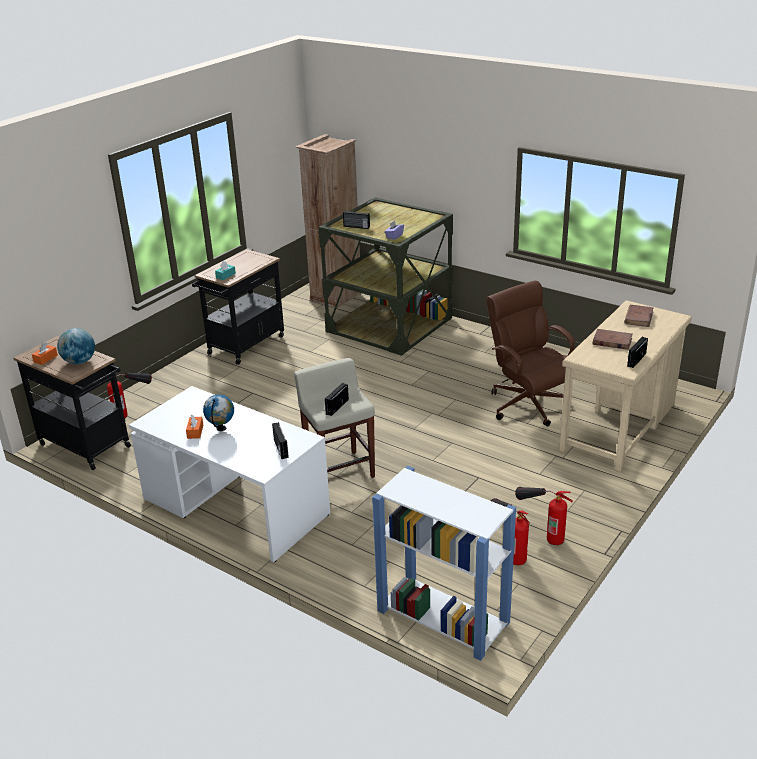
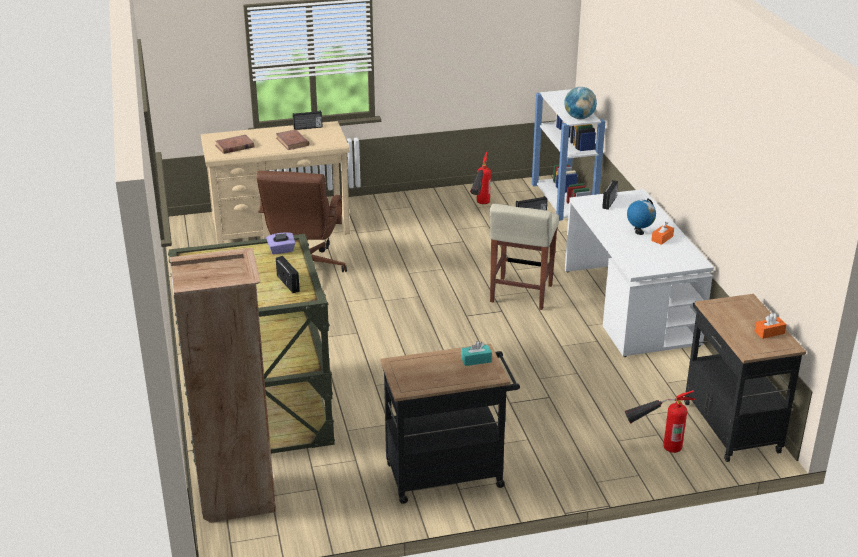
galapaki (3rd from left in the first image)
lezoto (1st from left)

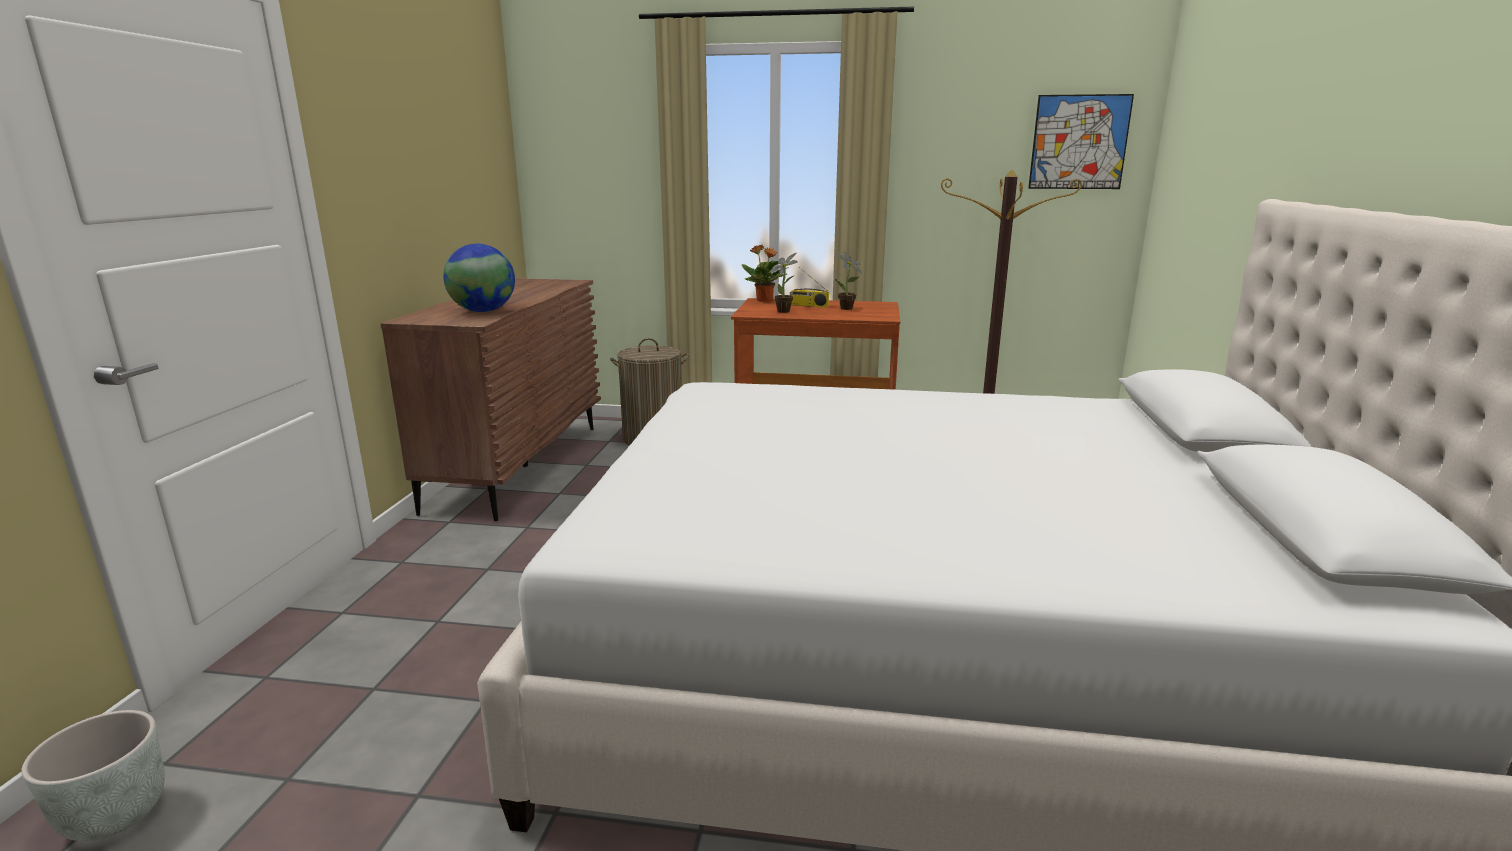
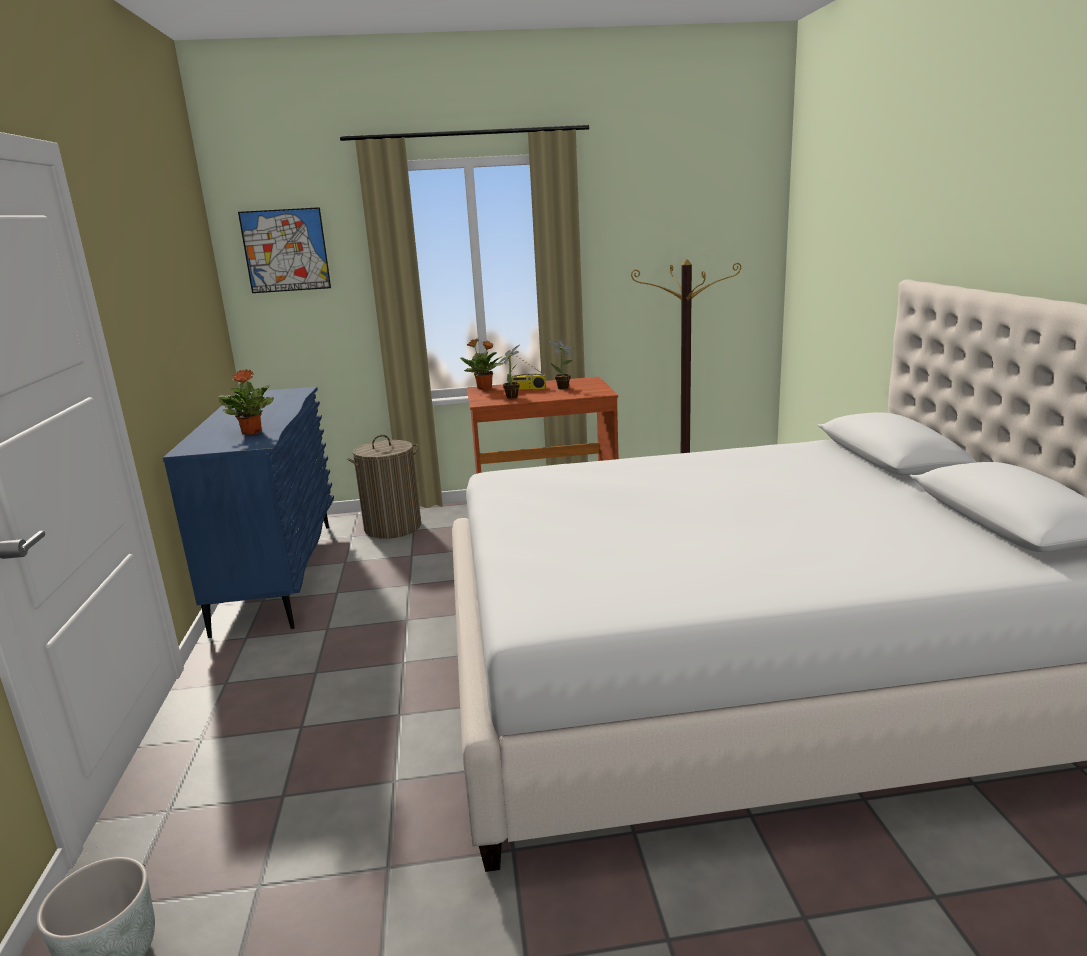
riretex
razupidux (1st from left)
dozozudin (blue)

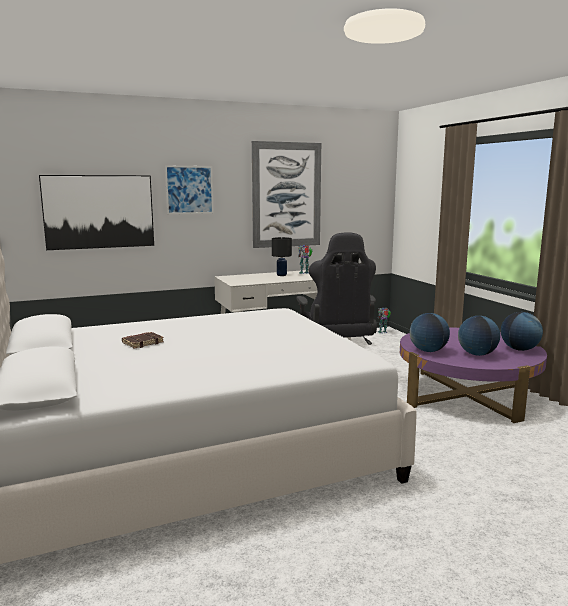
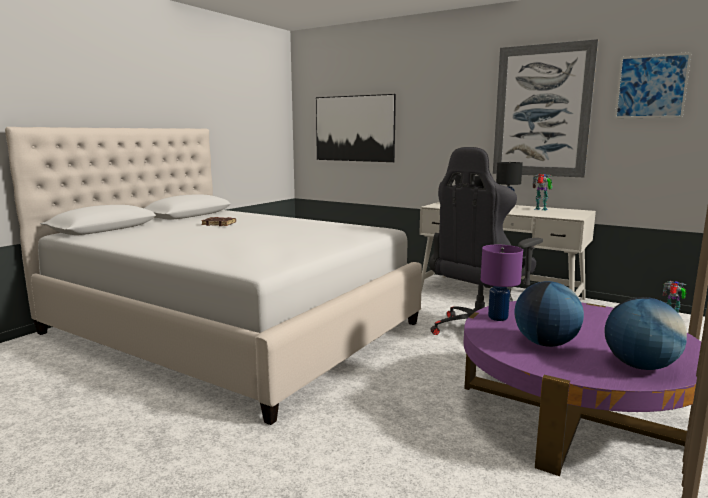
riretex (3rd from left)
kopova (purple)

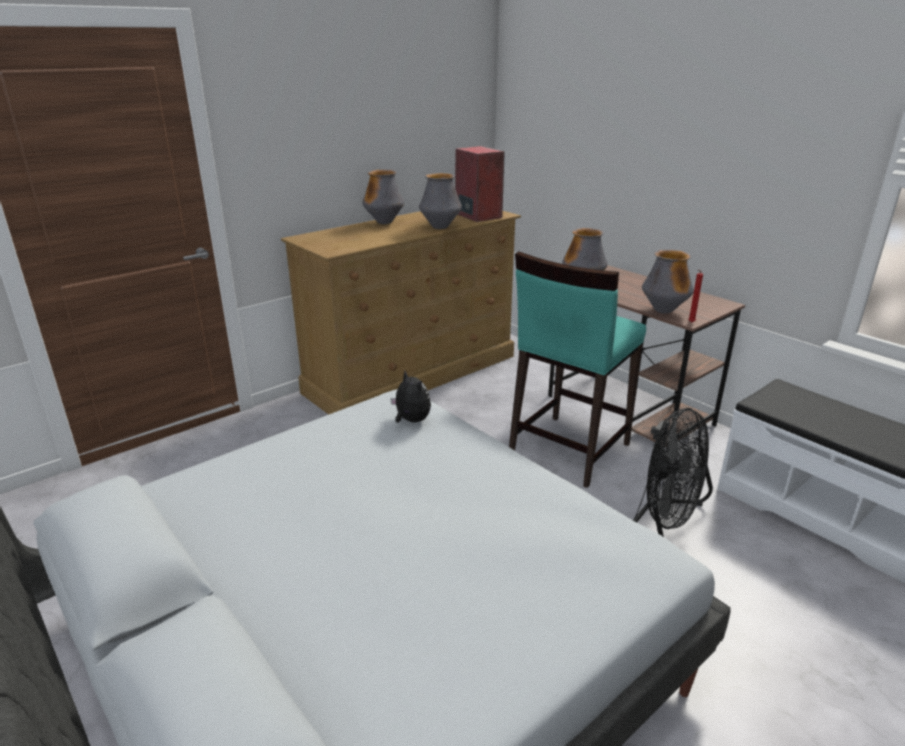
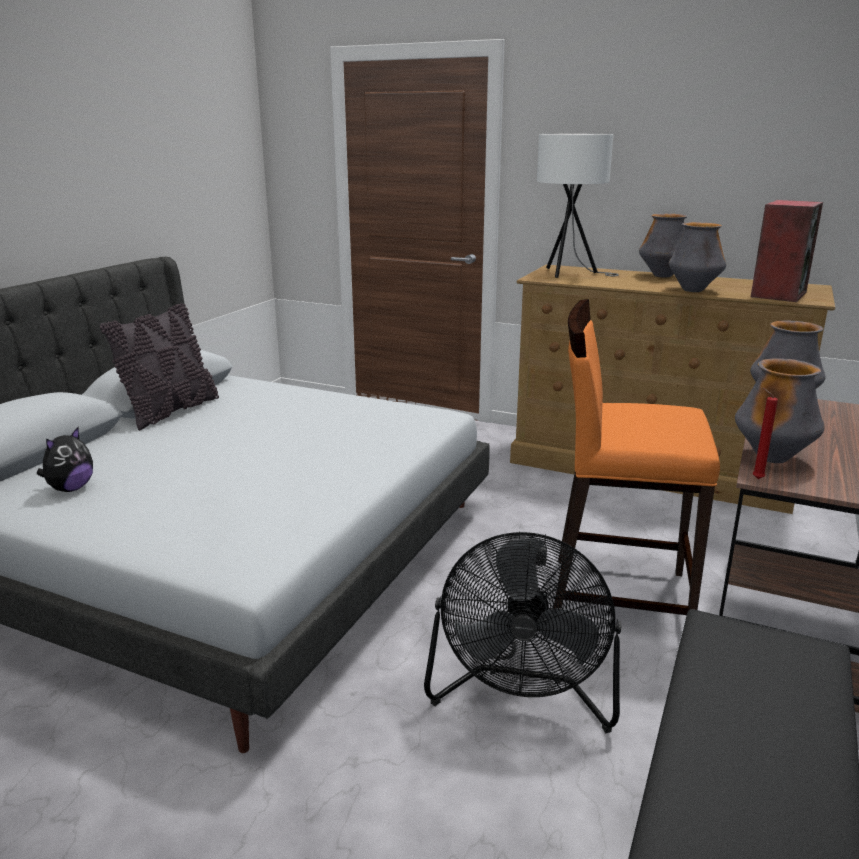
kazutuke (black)
kopova (white)
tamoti
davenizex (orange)

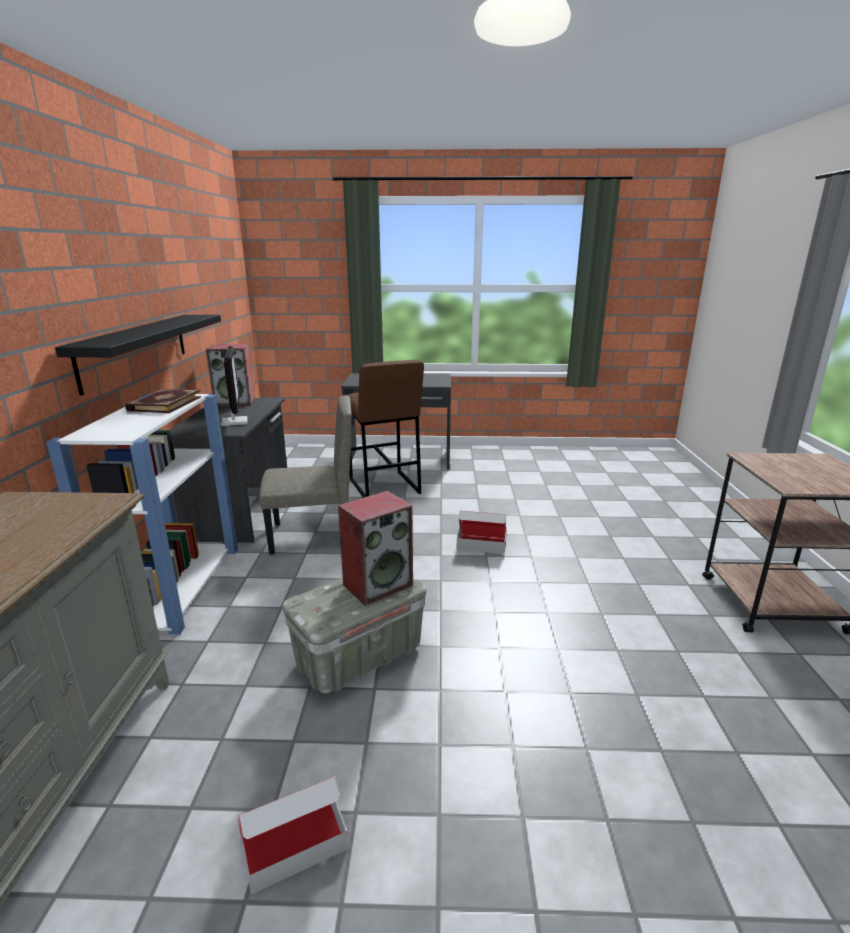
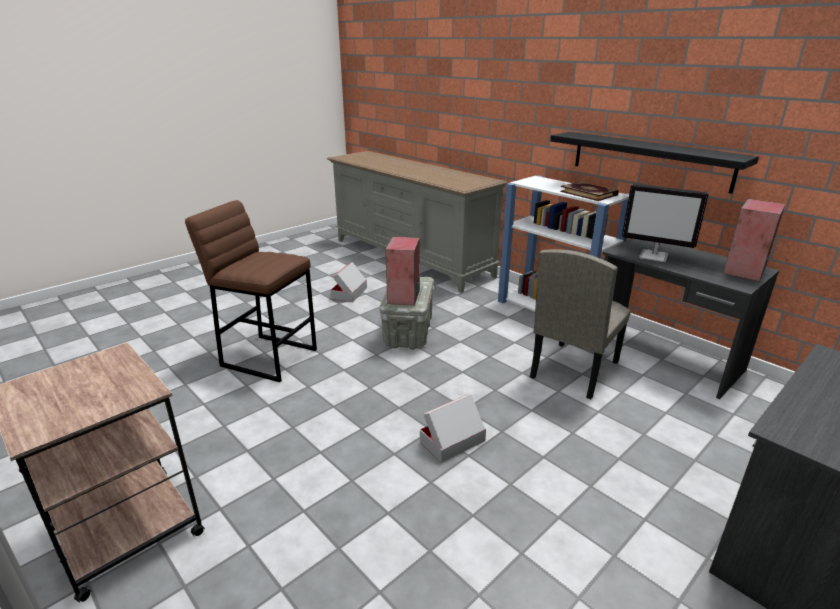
davenizex (brown)

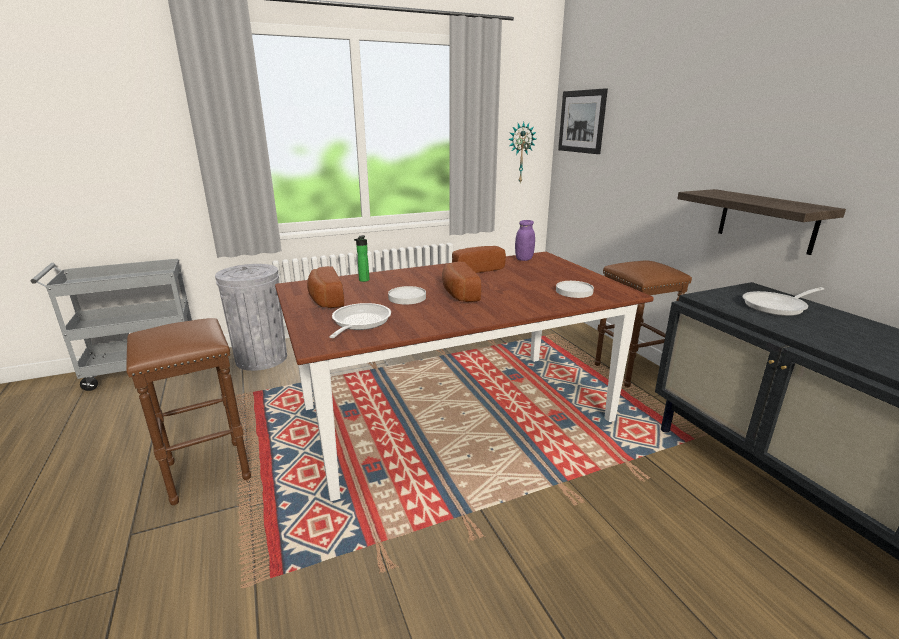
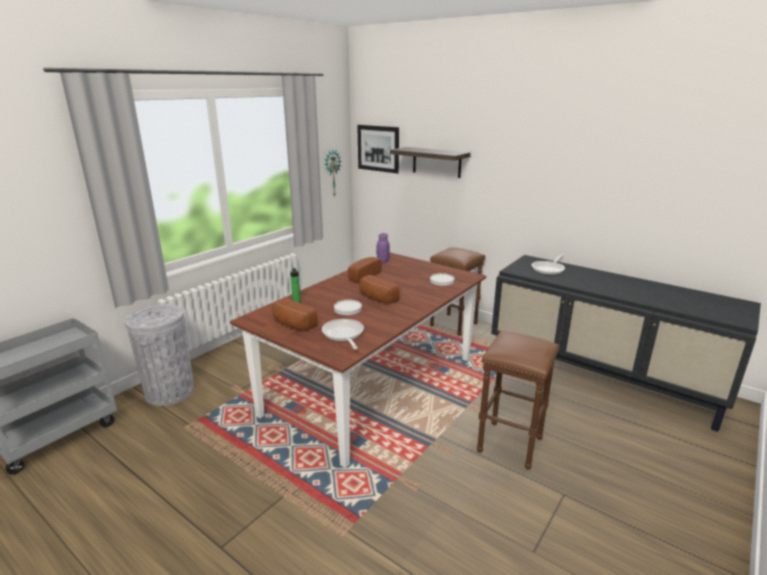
davenizex (brown) (2nd from left)
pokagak

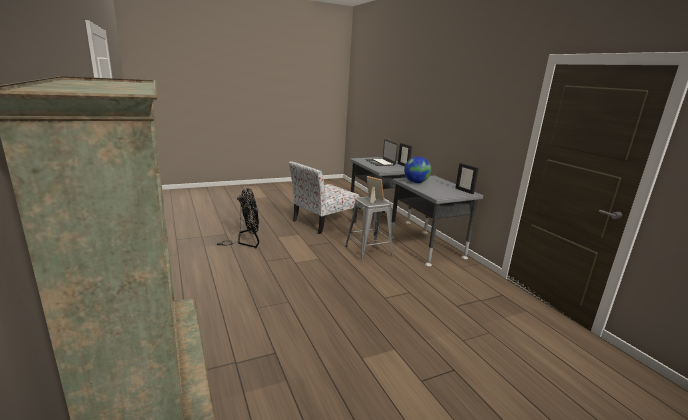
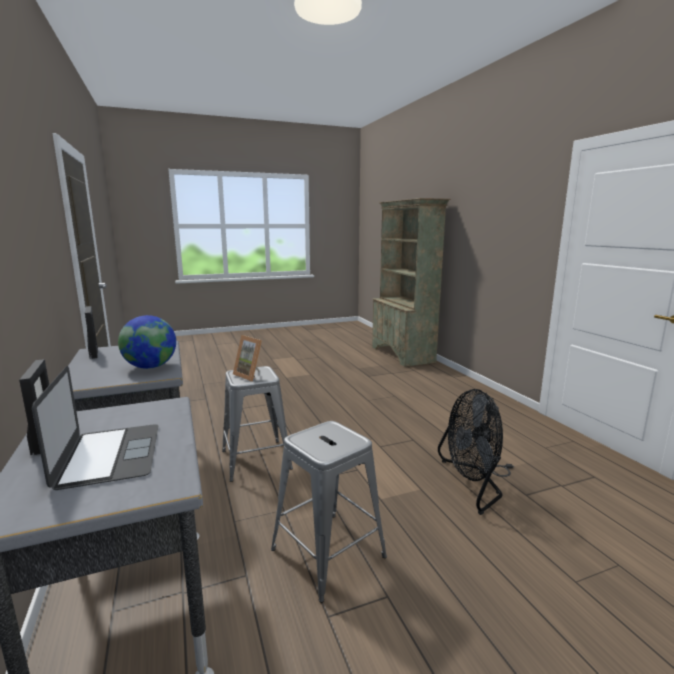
davenizex (grey) (2nd from left)

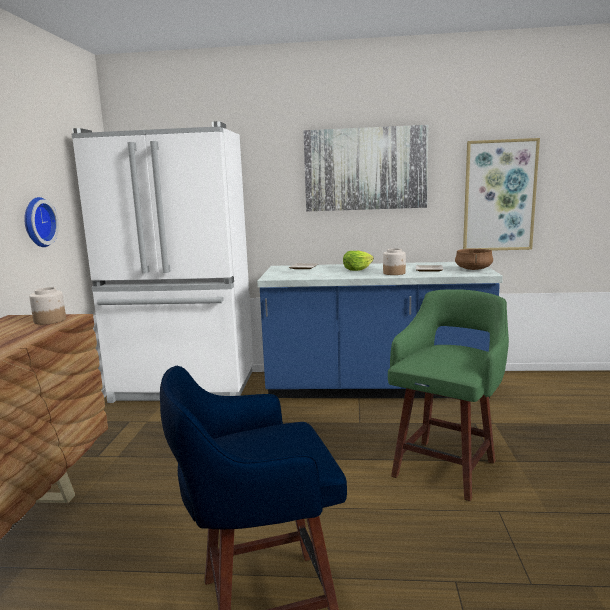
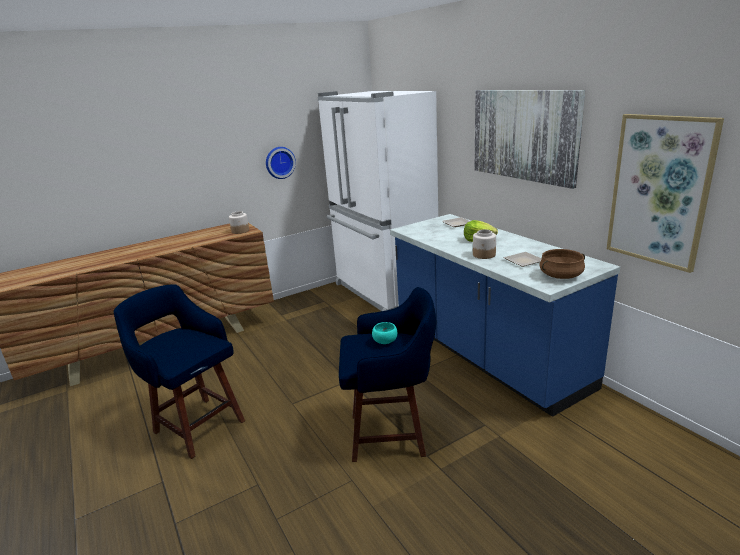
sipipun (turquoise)
davenizex (blue) (2nd from left)

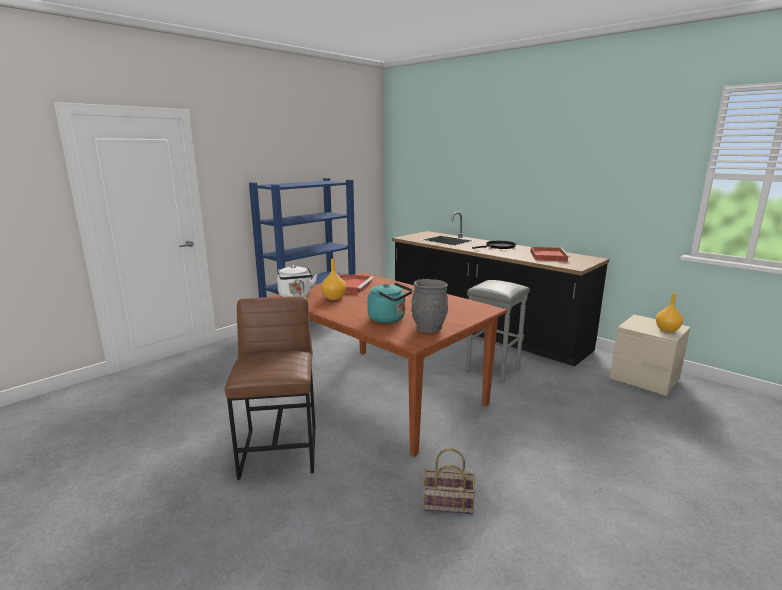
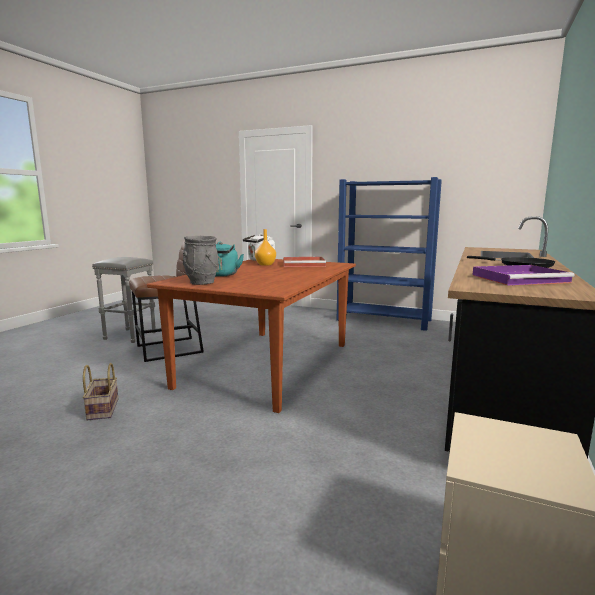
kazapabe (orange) (2nd from left in the first image)
davenizex (grey)
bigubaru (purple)

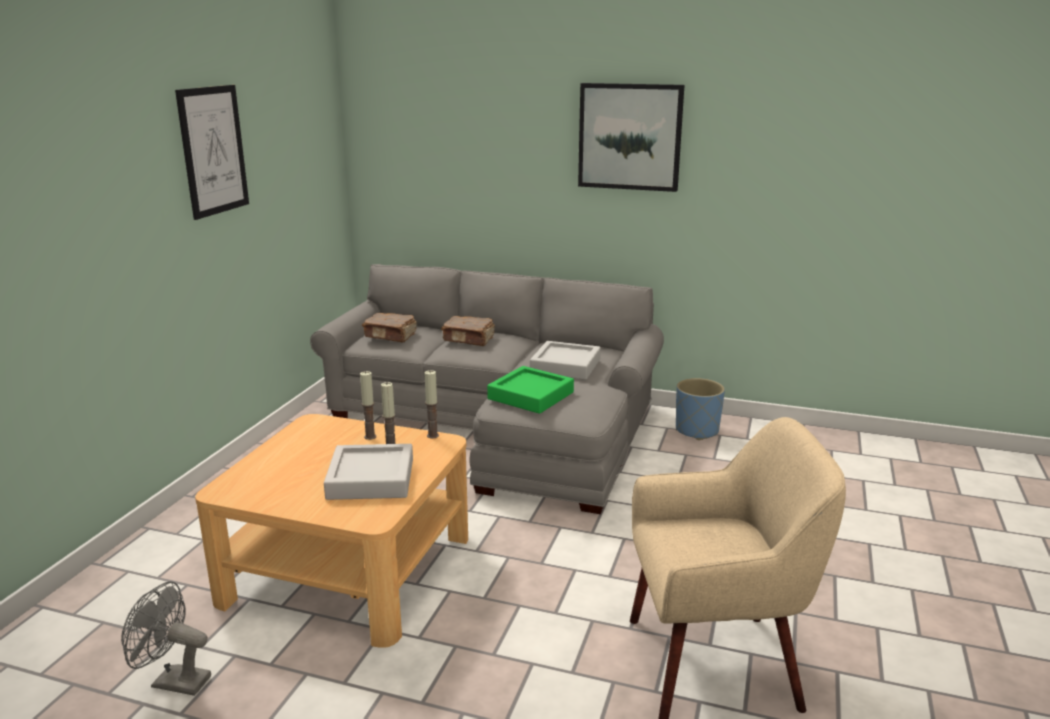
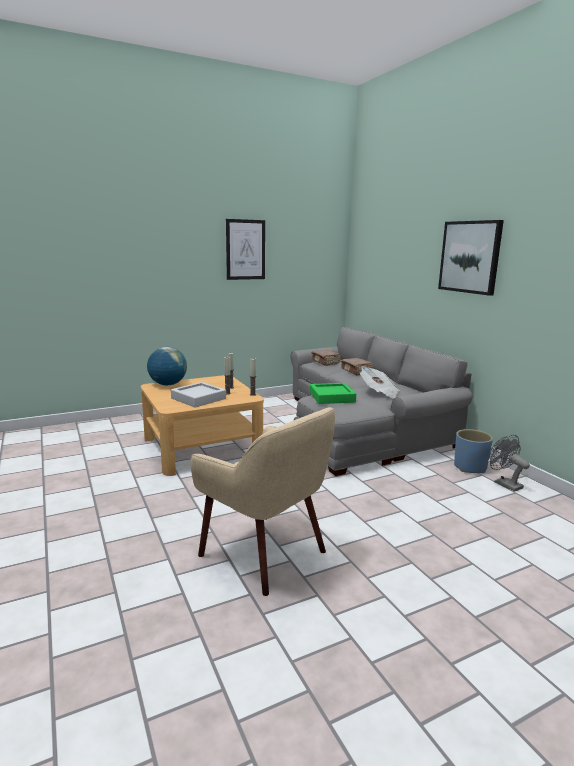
lezoto
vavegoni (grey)
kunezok

